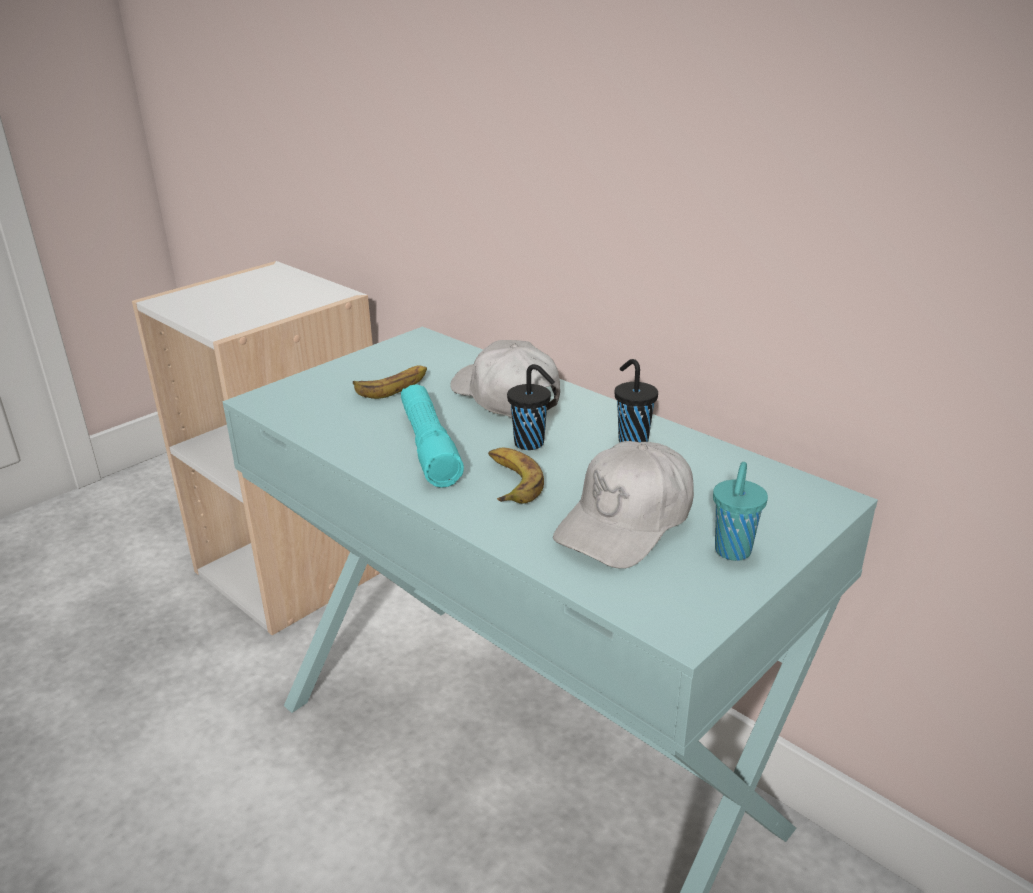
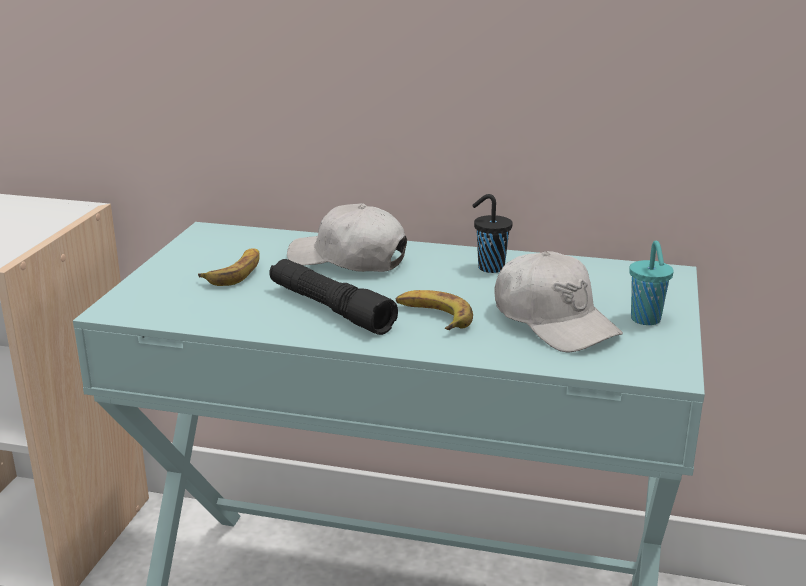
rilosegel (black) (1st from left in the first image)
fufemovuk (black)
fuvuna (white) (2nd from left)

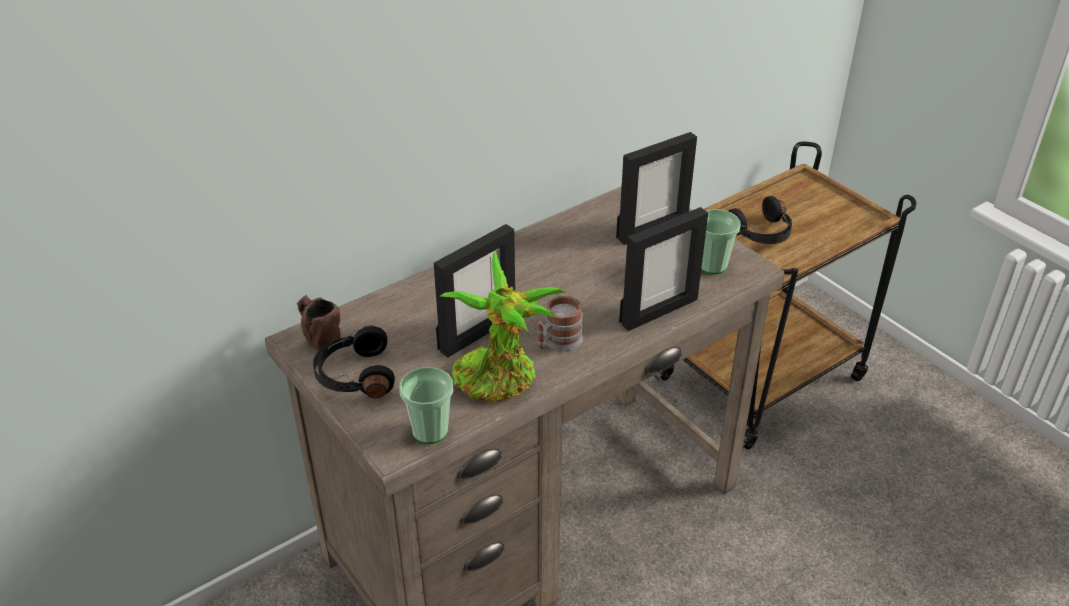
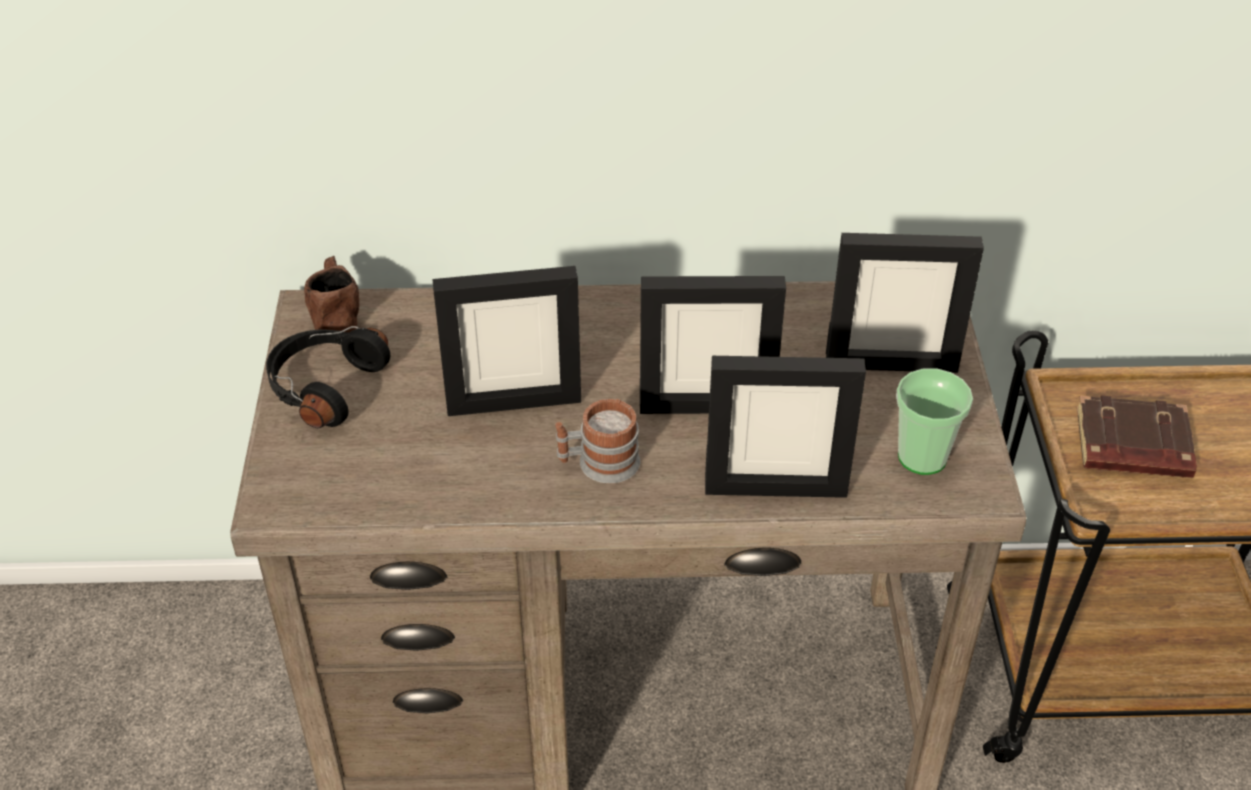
rilosegel (1st from left in the first image)
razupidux
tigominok (2nd from left)
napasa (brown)

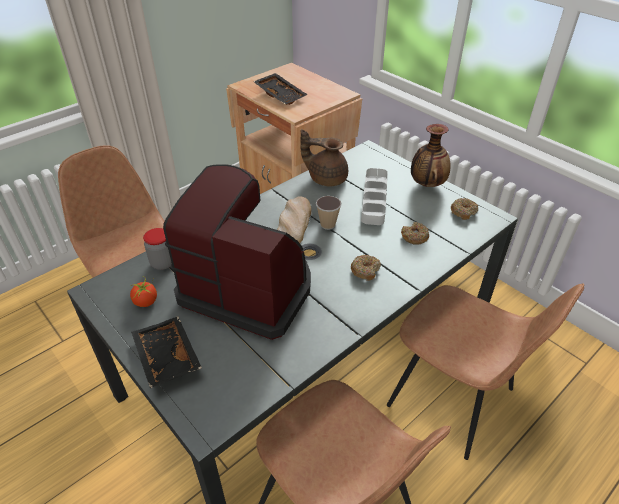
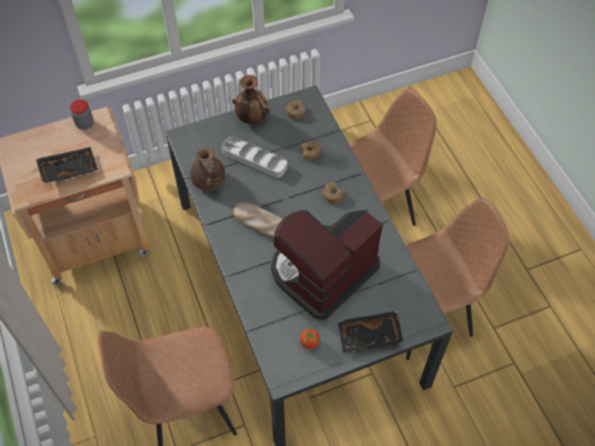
rilosegel
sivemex
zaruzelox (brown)

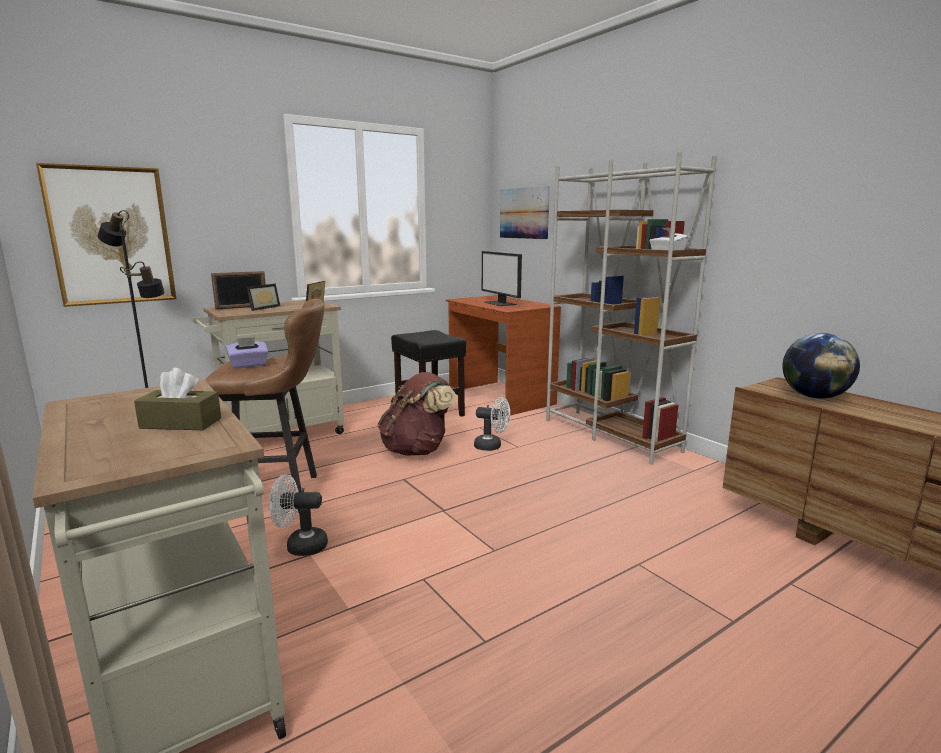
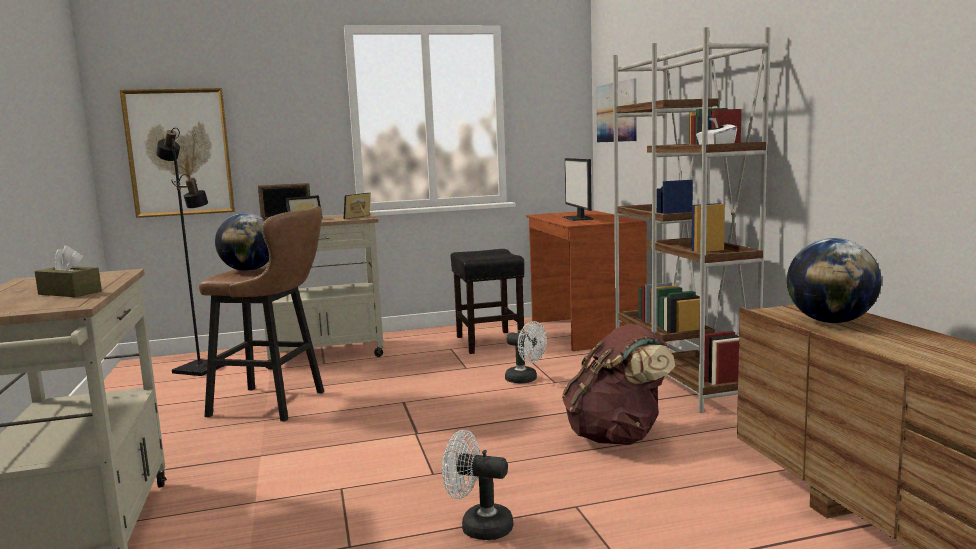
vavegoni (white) (1st from left)
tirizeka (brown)
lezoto (1st from left)

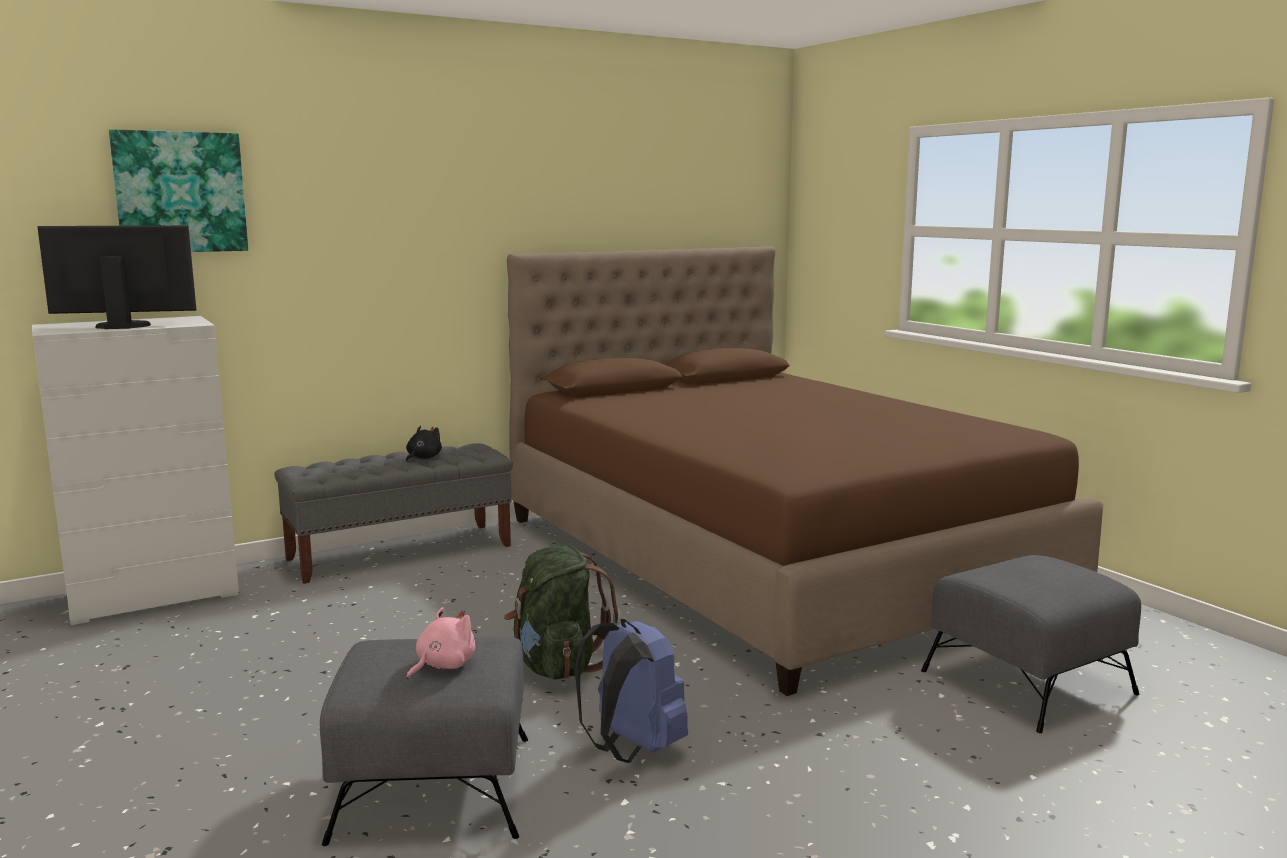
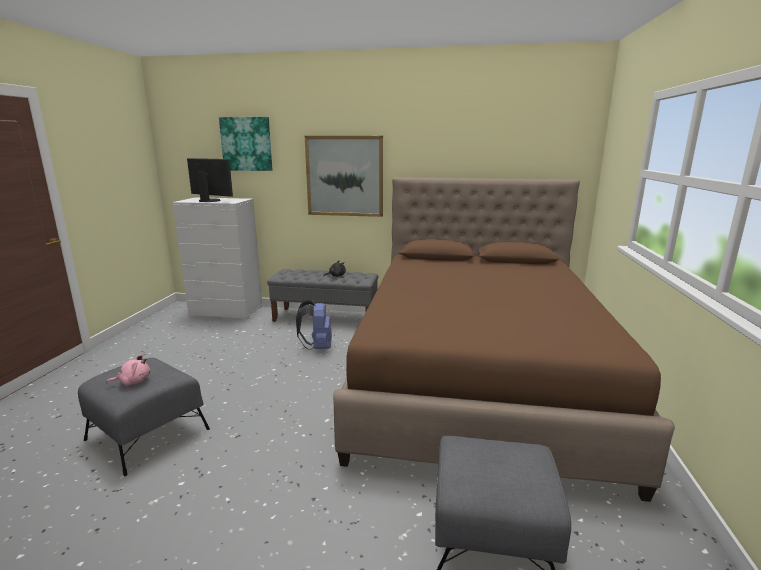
tirizeka (green)
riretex (2nd from left)
tirizeka (blue)

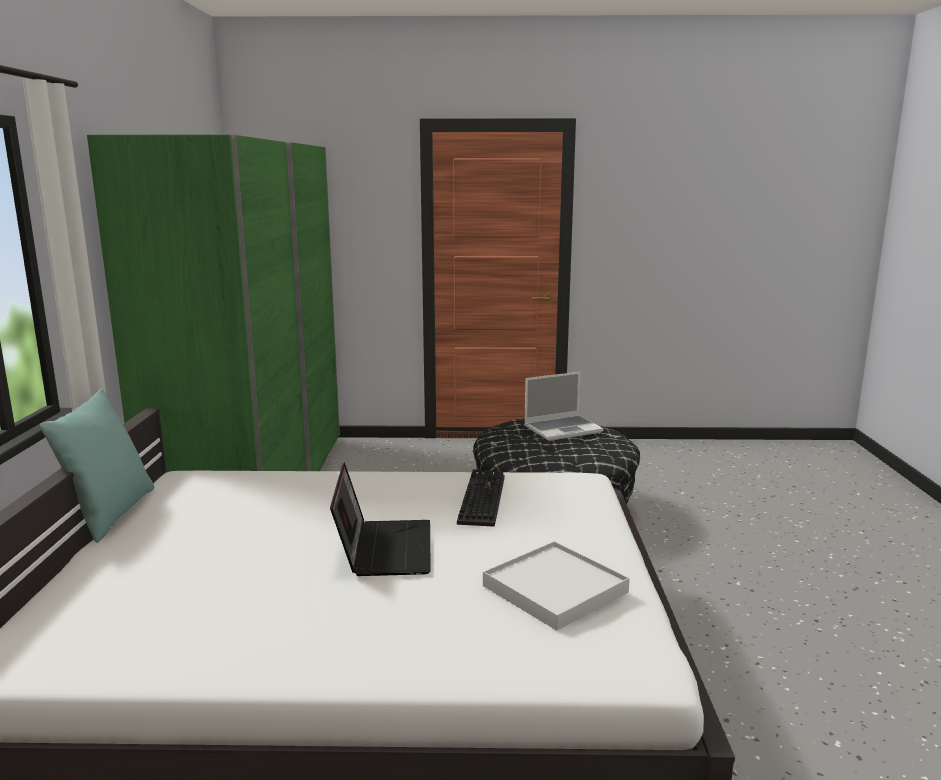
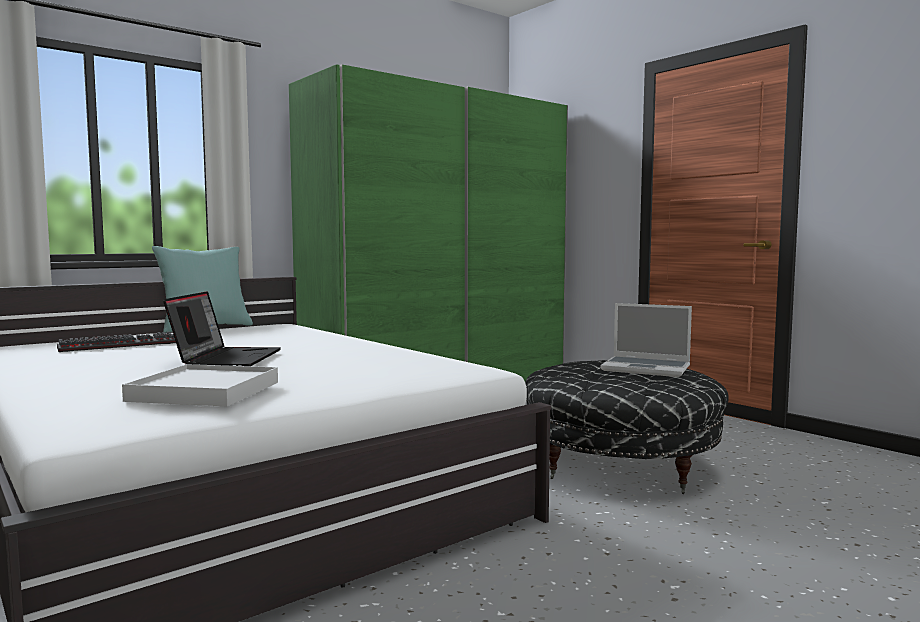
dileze
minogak (1st from left)

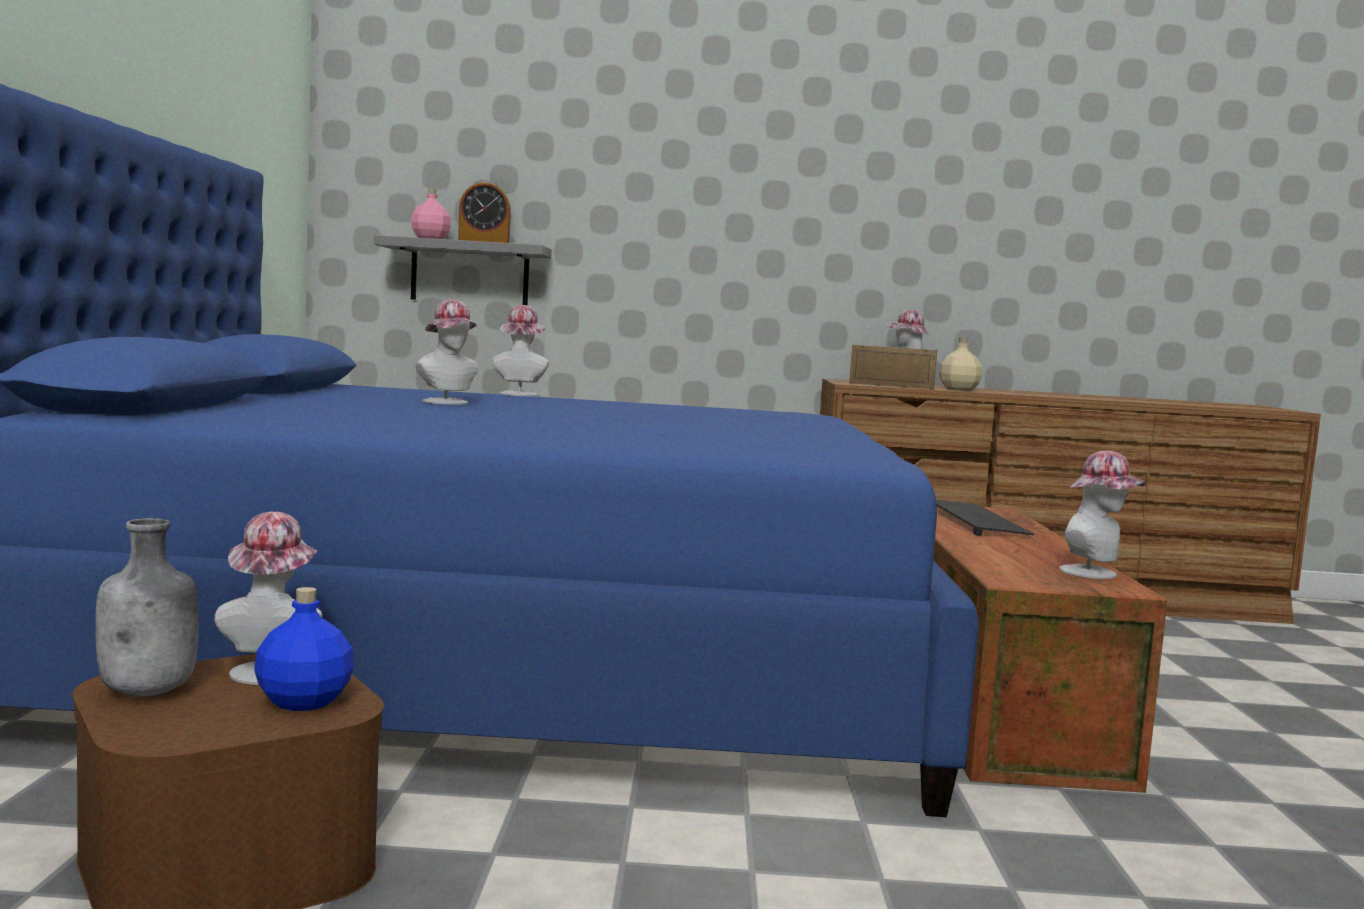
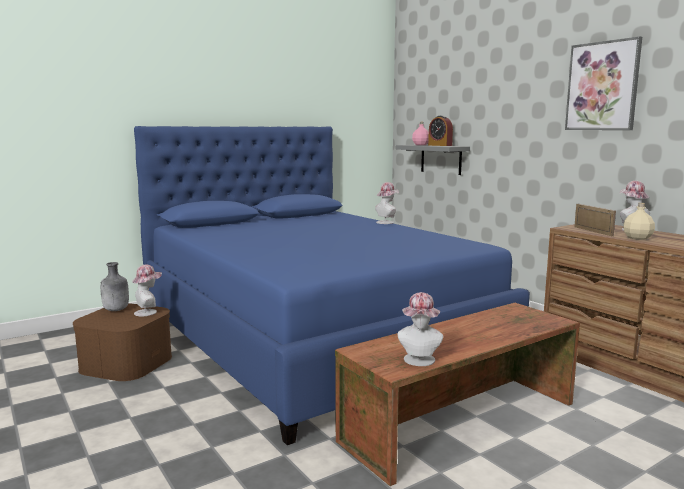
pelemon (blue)
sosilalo (2nd from left in the first image)
dileze
riretex

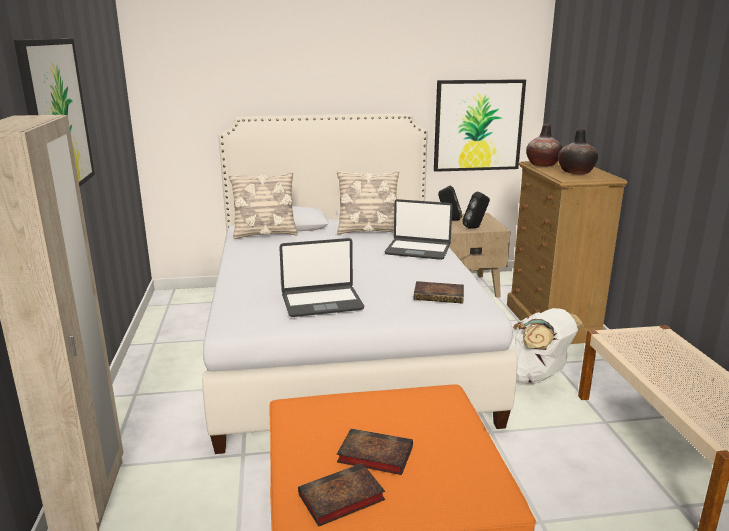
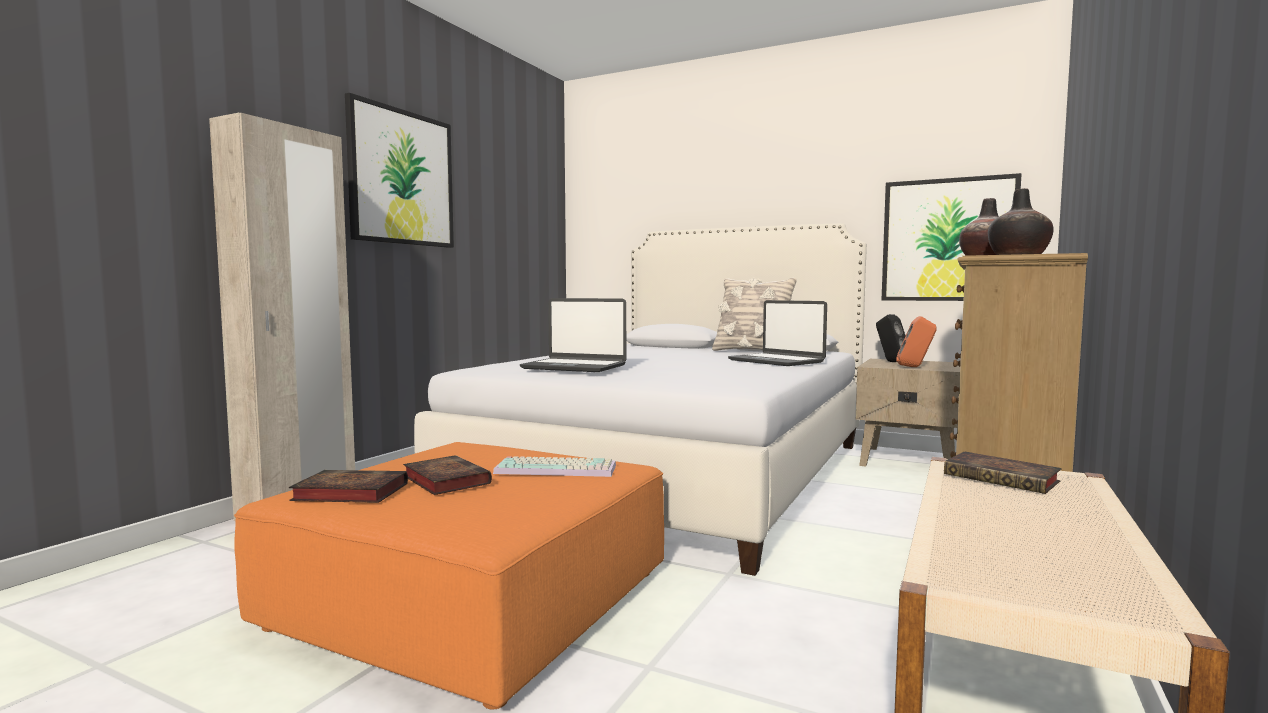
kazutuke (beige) (1st from left in the first image)
tirizeka (white)
dileze
napasa (3rd from left)
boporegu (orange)

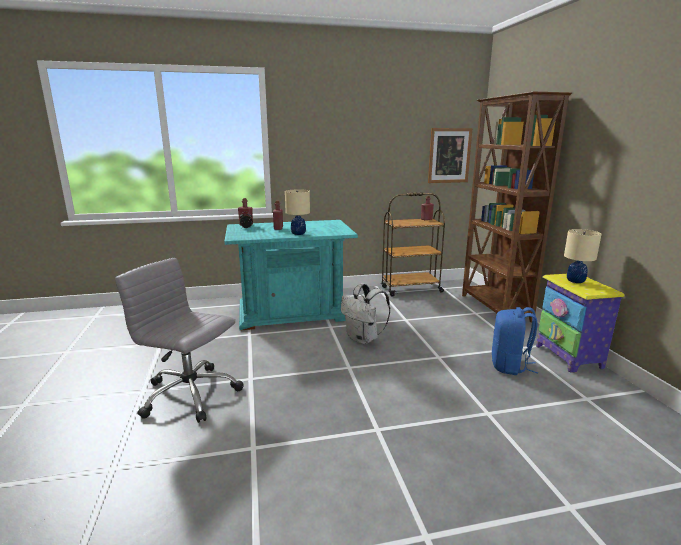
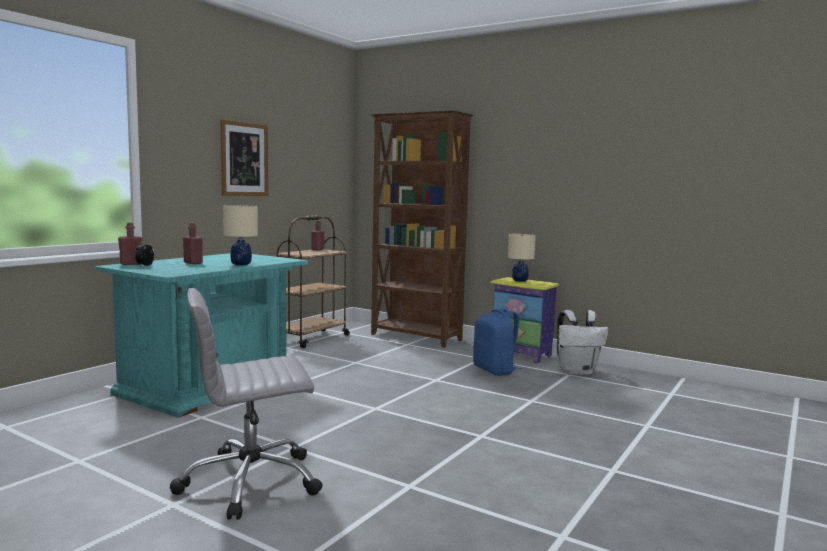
tirizeka (white)
riretex

